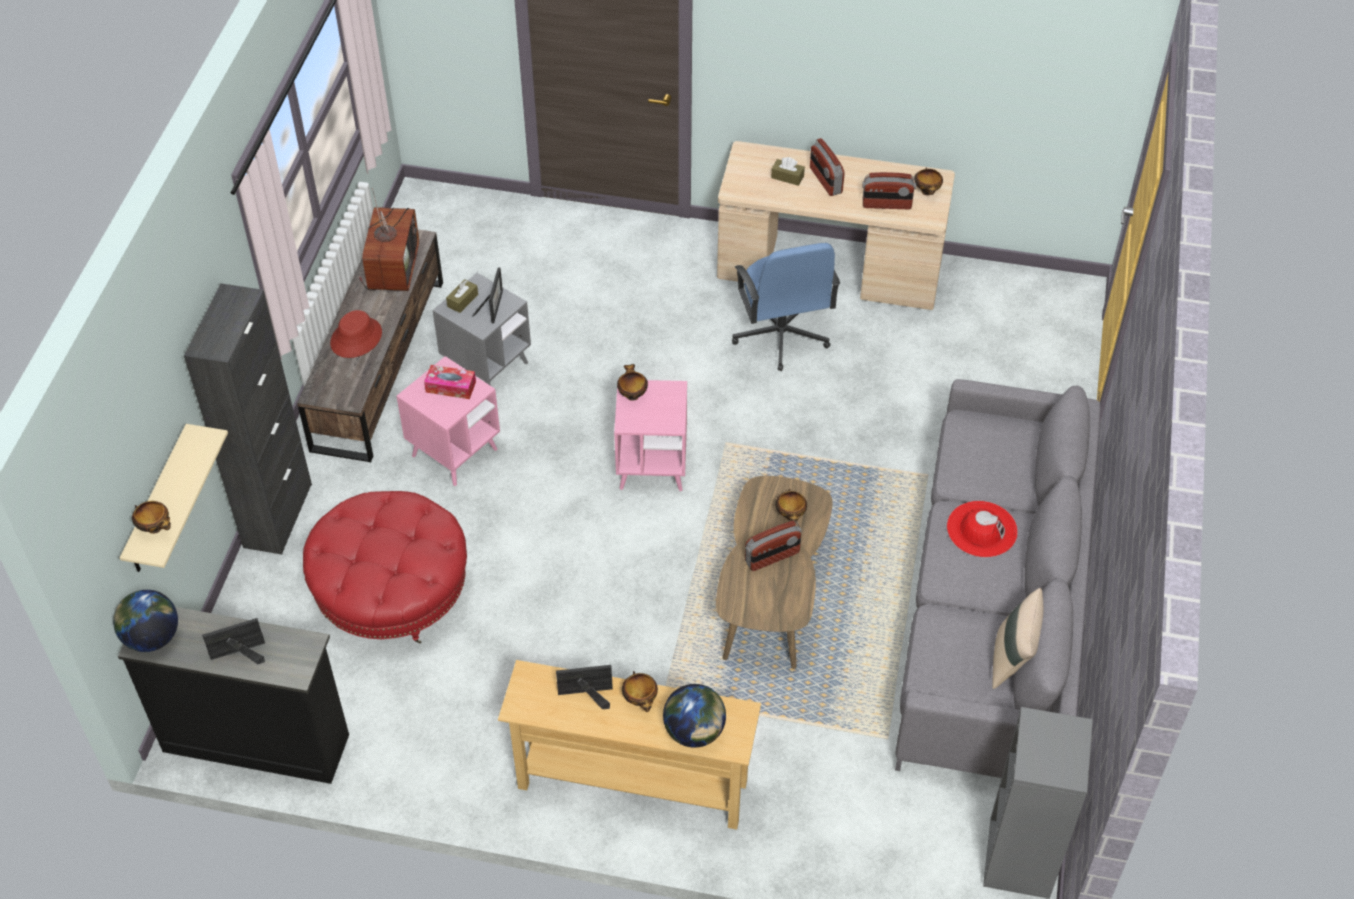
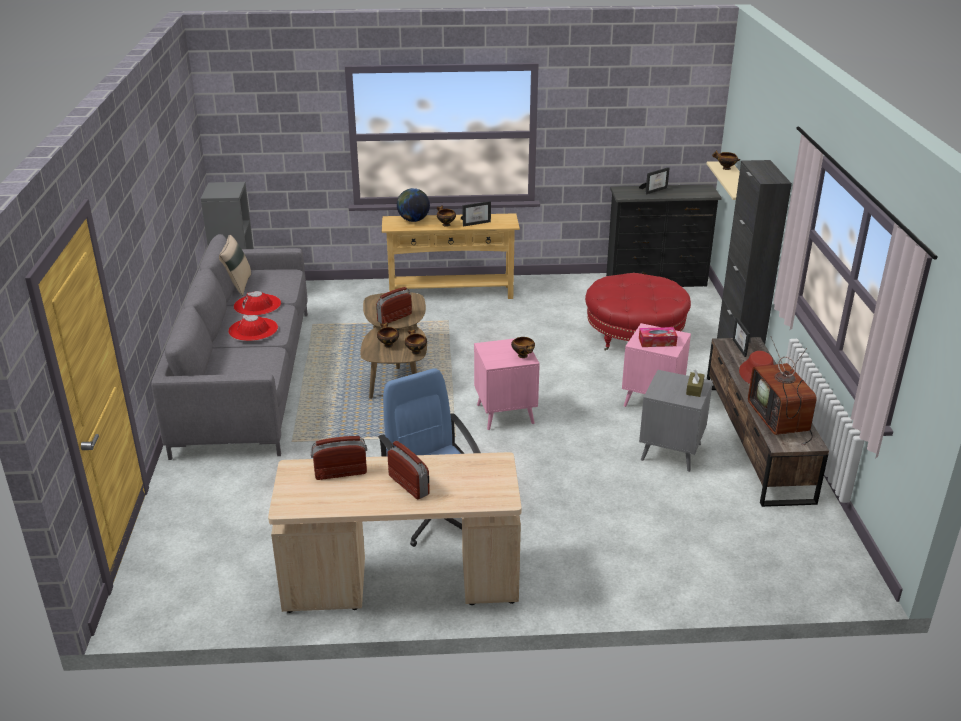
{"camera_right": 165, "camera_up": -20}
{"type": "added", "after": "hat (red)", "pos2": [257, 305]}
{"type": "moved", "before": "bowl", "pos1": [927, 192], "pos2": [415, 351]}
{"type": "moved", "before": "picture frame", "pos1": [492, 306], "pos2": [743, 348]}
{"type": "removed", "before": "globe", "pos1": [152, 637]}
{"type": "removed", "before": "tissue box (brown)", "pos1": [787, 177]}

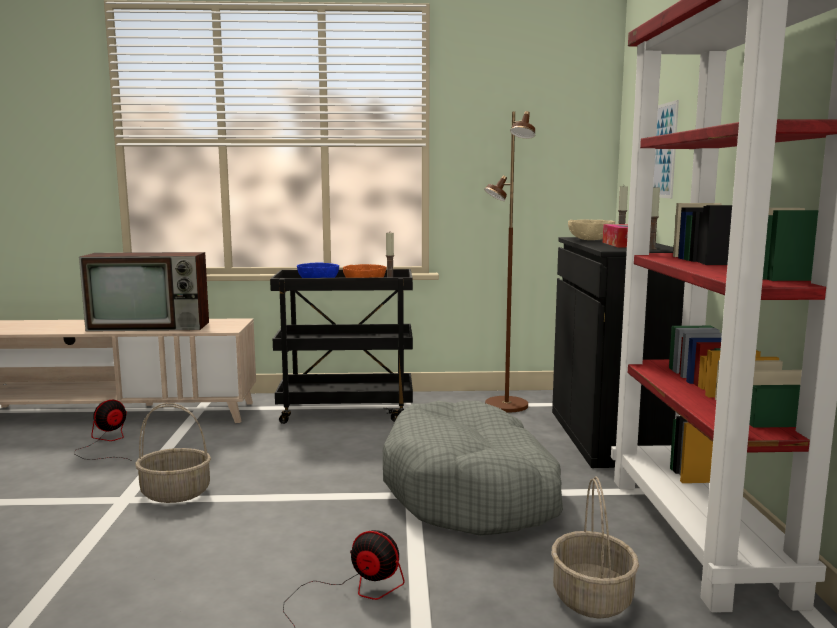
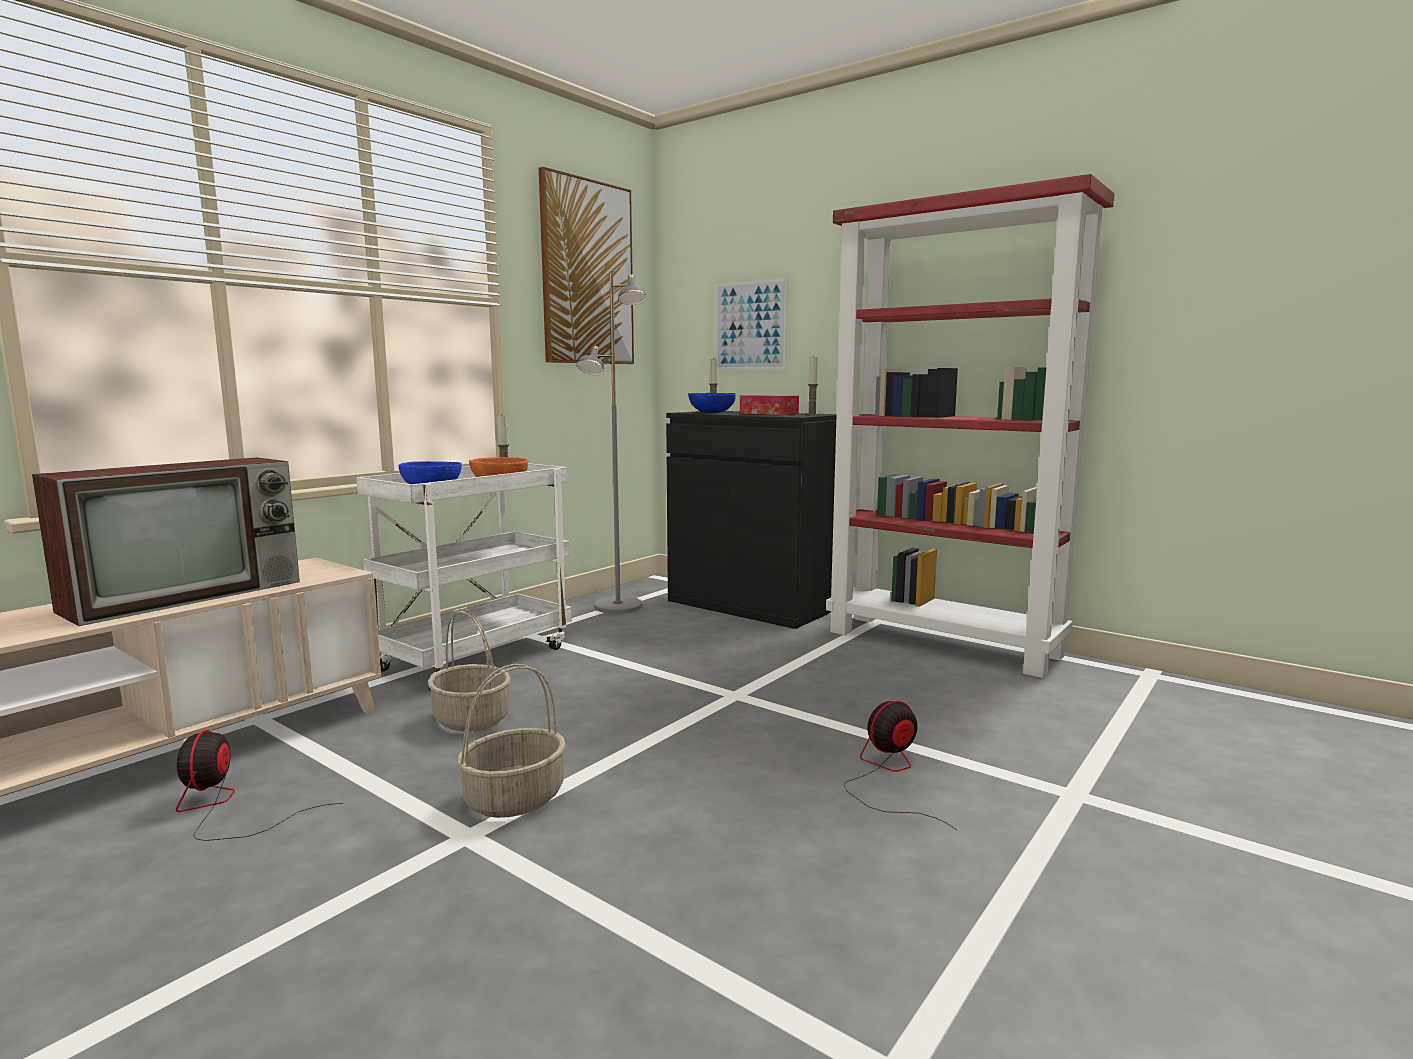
{"camera_right": -50, "camera_up": 0}
{"type": "recoloured", "before": "cart (black)", "after": "cart (white)", "pos1": [347, 411], "pos2": [477, 657]}
{"type": "moved", "before": "basket", "pos1": [593, 598], "pos2": [472, 719]}
{"type": "added", "after": "picture", "pos2": [587, 273]}
{"type": "recoloured", "before": "floor lamp (brown)", "after": "floor lamp (grey)", "pos1": [506, 405], "pos2": [618, 607]}
{"type": "recoloured", "before": "bowl (beige)", "after": "bowl (blue)", "pos1": [590, 239], "pos2": [711, 412]}
{"type": "removed", "before": "dog bed (grey)", "pos1": [472, 491]}

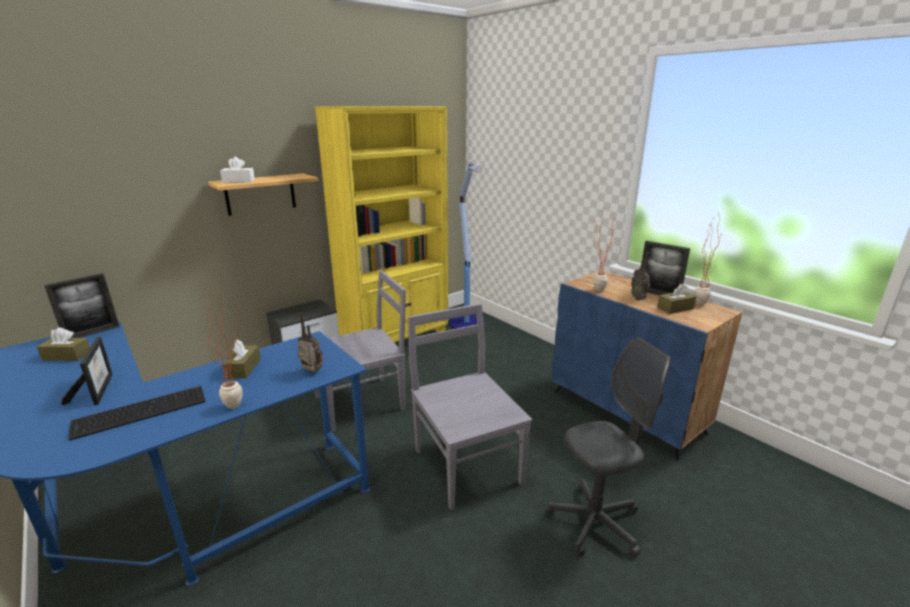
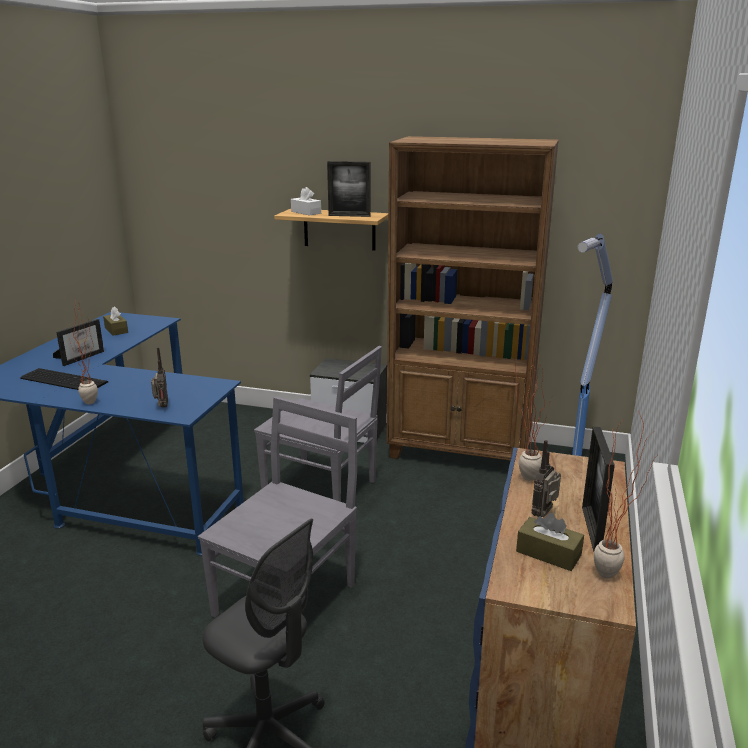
{"camera_right": 55, "camera_up": 0}
{"type": "moved", "before": "picture frame", "pos1": [92, 333], "pos2": [349, 215]}
{"type": "recoloured", "before": "bookcase (yellow)", "after": "bookcase (brown)", "pos1": [396, 340], "pos2": [460, 452]}
{"type": "removed", "before": "tissue box (brown)", "pos1": [243, 368]}

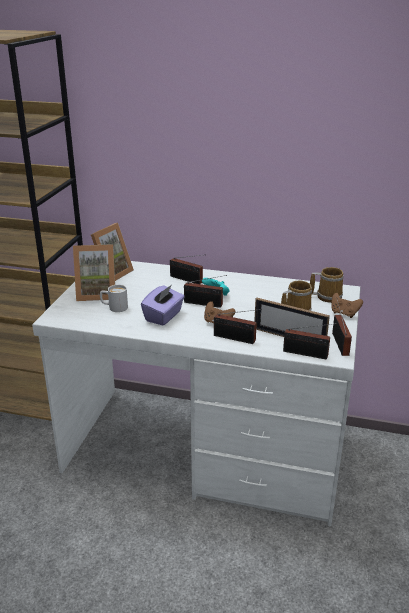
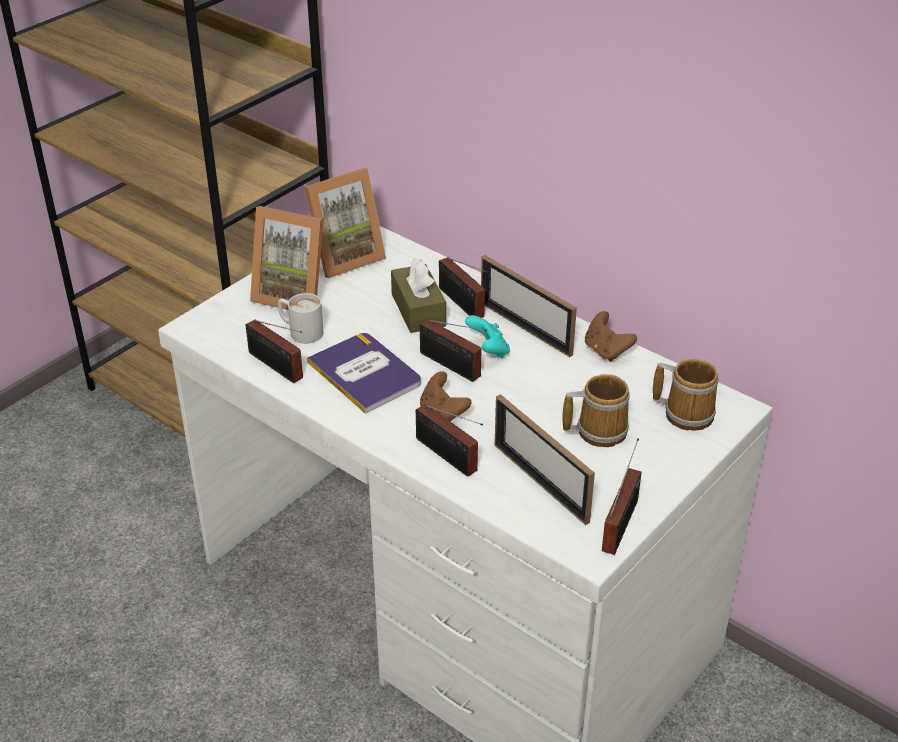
{"camera_right": 25, "camera_up": 10}
{"type": "moved", "before": "radio", "pos1": [308, 354], "pos2": [277, 367]}
{"type": "replaced", "before": "tissue box (purple)", "after": "book", "pos1": [163, 316], "pos2": [365, 373]}
{"type": "added", "after": "tissue box (brown)", "pos2": [418, 310]}
{"type": "added", "after": "picture frame", "pos2": [525, 328]}
{"type": "moved", "before": "game controller (brown)", "pos1": [344, 313], "pos2": [606, 351]}

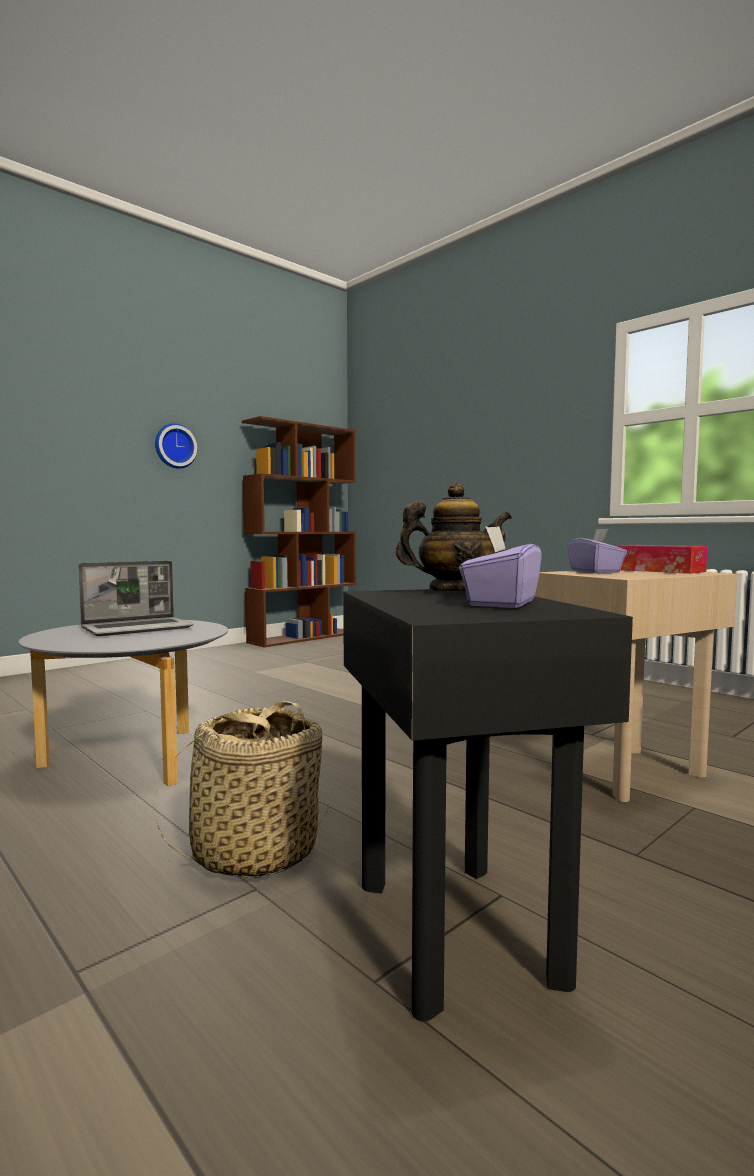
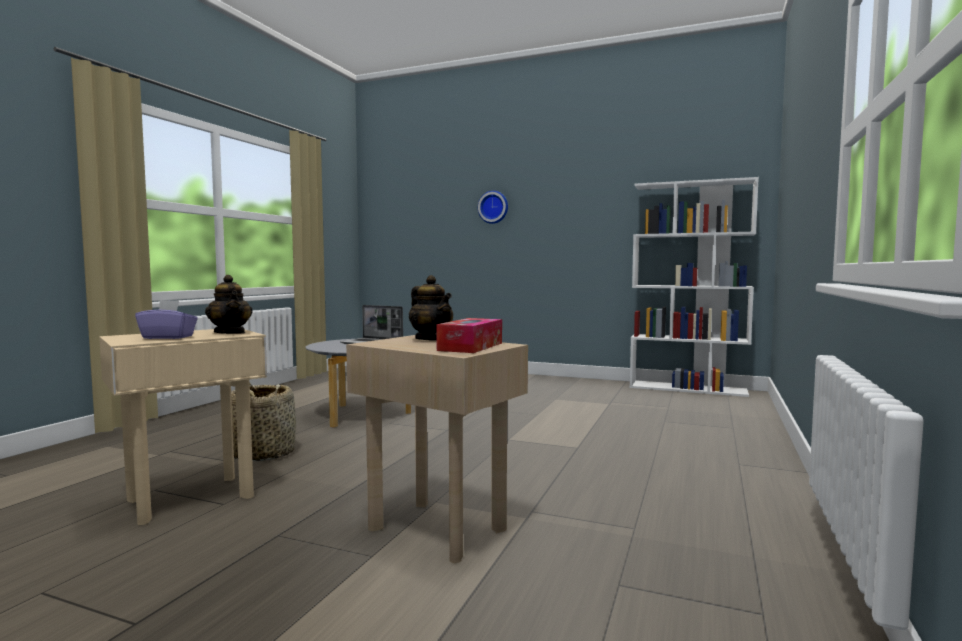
{"camera_right": 65, "camera_up": 0}
{"type": "recoloured", "before": "side table (black)", "after": "side table (beige)", "pos1": [458, 929], "pos2": [191, 498]}
{"type": "replaced", "before": "tissue box (purple)", "after": "teapot", "pos1": [595, 572], "pos2": [431, 339]}
{"type": "moved", "before": "wall clock", "pos1": [174, 446], "pos2": [493, 207]}
{"type": "recoloured", "before": "bookcase (brown)", "after": "bookcase (white)", "pos1": [303, 637], "pos2": [688, 389]}

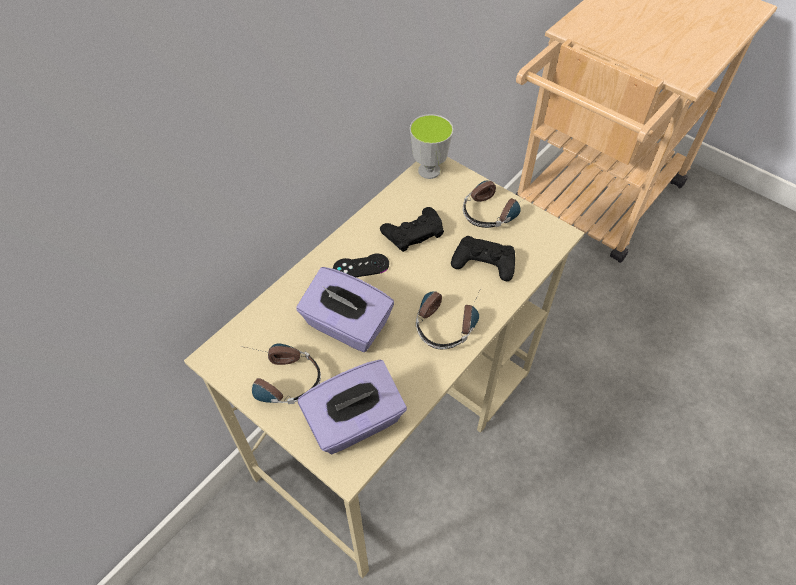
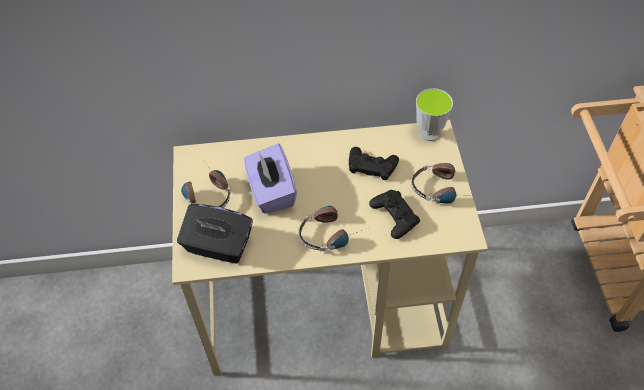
{"camera_right": 45, "camera_up": 0}
{"type": "recoloured", "before": "tissue box (purple)", "after": "tissue box (black)", "pos1": [355, 422], "pos2": [218, 246]}
{"type": "removed", "before": "game controller (black)", "pos1": [361, 266]}

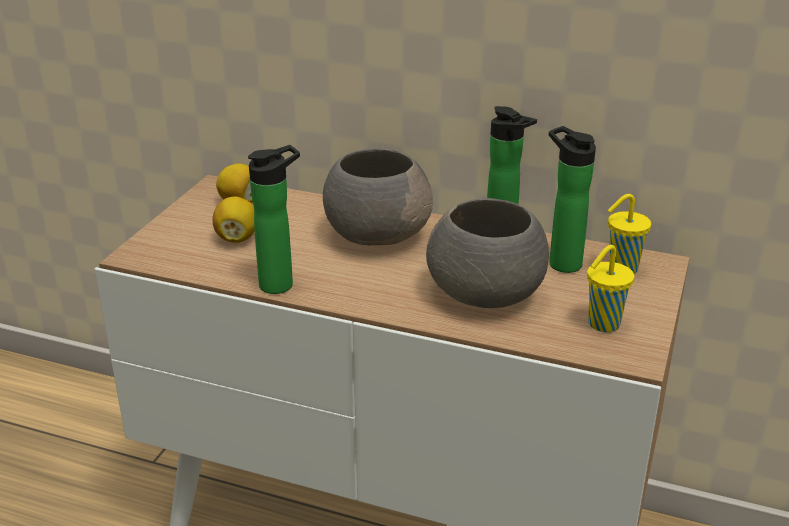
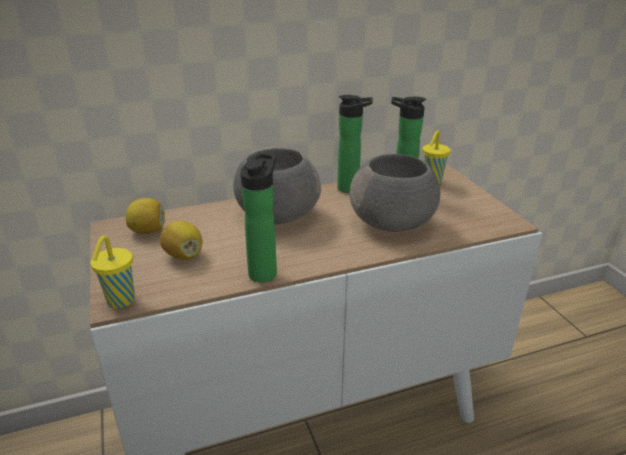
{"camera_right": -40, "camera_up": 0}
{"type": "moved", "before": "cup (yellow)", "pos1": [602, 324], "pos2": [120, 301]}

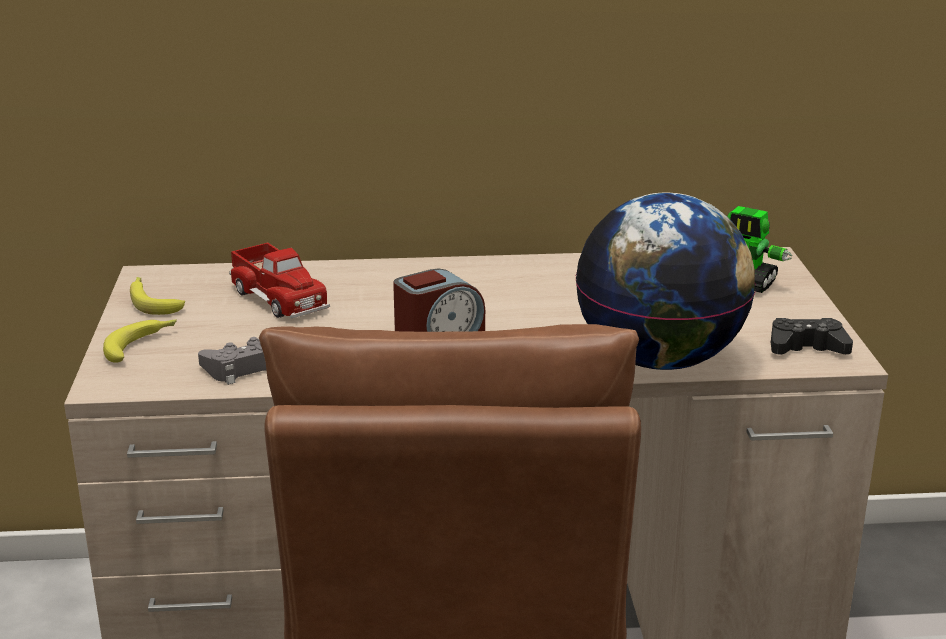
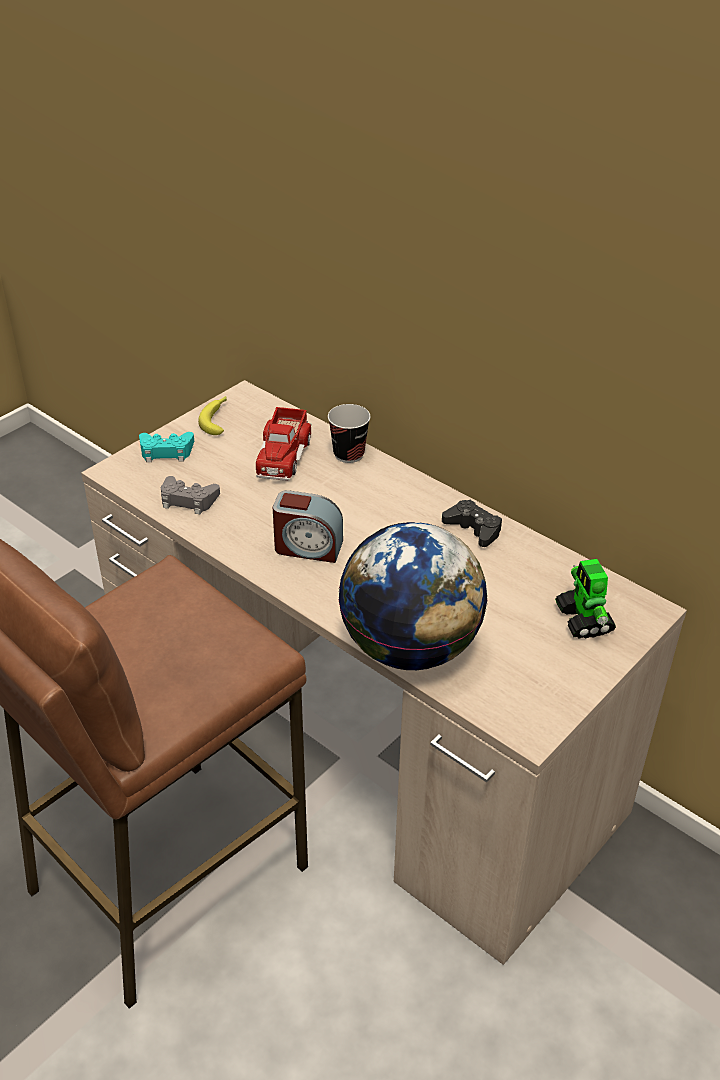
{"camera_right": 45, "camera_up": 15}
{"type": "replaced", "before": "banana", "after": "game controller (turquoise)", "pos1": [142, 345], "pos2": [166, 451]}
{"type": "added", "after": "cup", "pos2": [348, 454]}
{"type": "moved", "before": "game controller (black)", "pos1": [806, 347], "pos2": [473, 529]}

